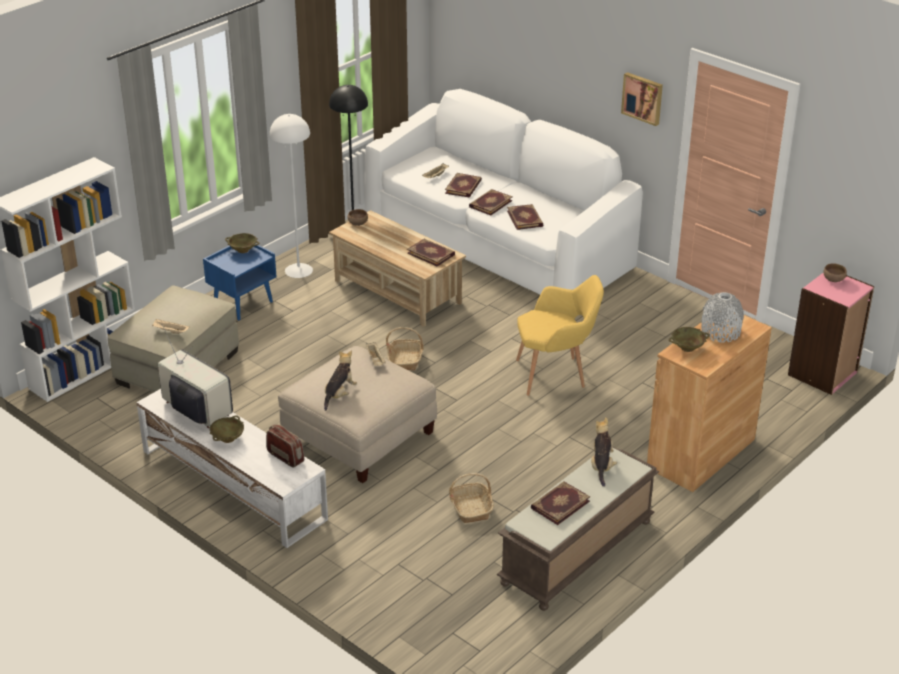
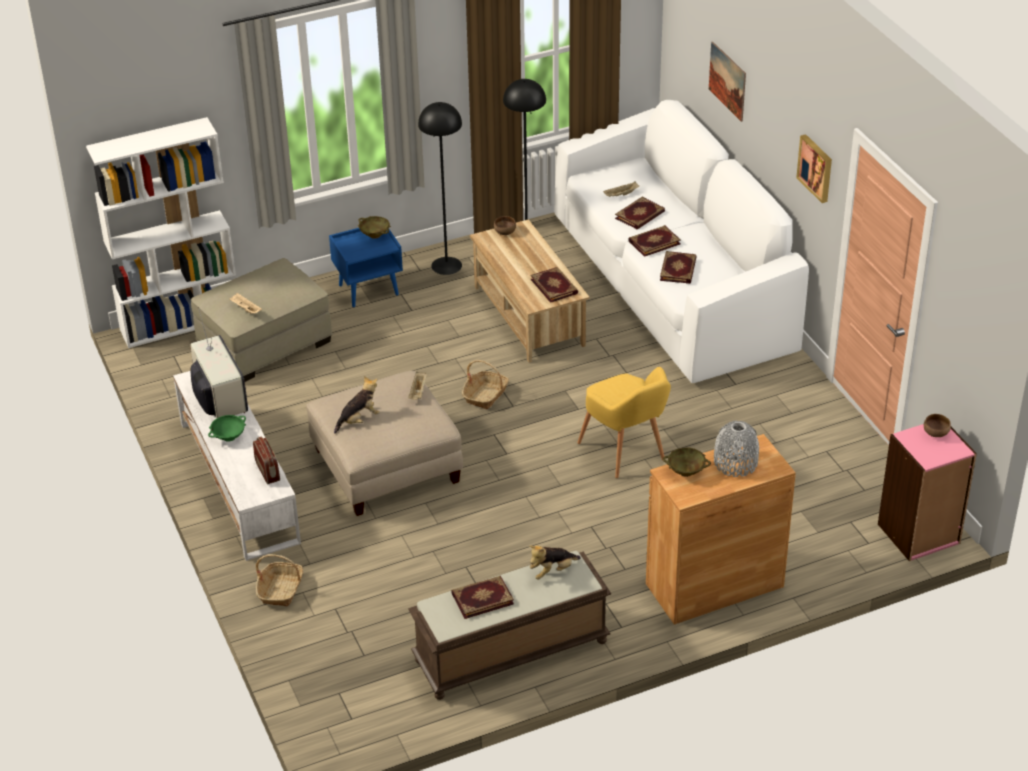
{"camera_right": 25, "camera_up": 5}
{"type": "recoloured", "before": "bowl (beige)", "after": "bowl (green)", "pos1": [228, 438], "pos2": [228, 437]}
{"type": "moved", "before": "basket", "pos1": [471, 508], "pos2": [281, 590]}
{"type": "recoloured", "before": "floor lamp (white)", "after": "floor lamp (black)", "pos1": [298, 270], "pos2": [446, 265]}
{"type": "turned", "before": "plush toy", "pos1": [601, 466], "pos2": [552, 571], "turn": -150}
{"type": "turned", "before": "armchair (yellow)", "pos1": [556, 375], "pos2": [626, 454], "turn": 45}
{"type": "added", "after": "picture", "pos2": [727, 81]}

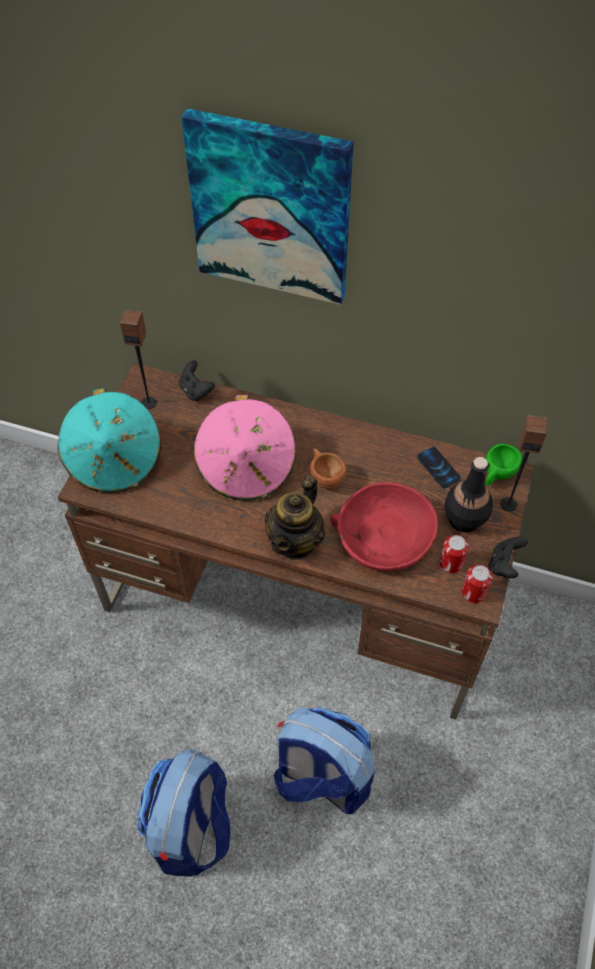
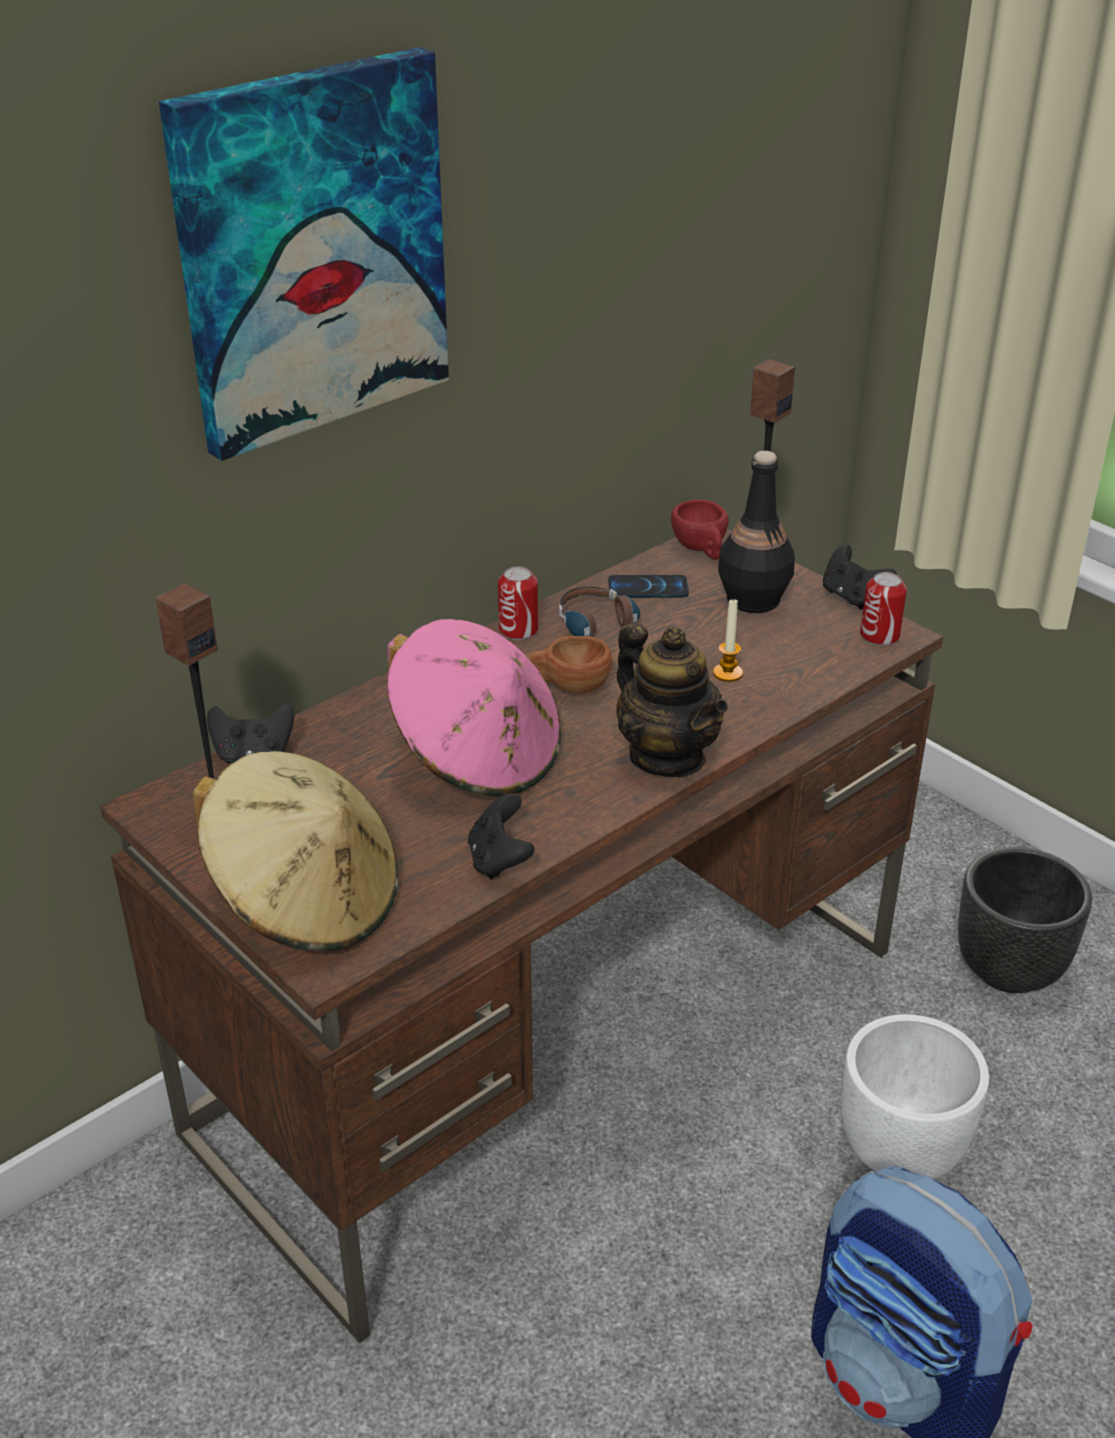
{"camera_right": -60, "camera_up": -20}
{"type": "recoloured", "before": "hat (turquoise)", "after": "hat (beige)", "pos1": [115, 460], "pos2": [306, 901]}
{"type": "added", "after": "game controller (black)", "pos2": [499, 860]}
{"type": "moved", "before": "can", "pos1": [451, 563], "pos2": [518, 630]}
{"type": "added", "after": "headphones", "pos2": [602, 630]}
{"type": "recoloured", "before": "cup (green)", "after": "cup (red)", "pos1": [497, 474], "pos2": [702, 550]}
{"type": "replaced", "before": "bowl (red)", "after": "candle", "pos1": [384, 537], "pos2": [727, 673]}
{"type": "replaced", "before": "backpack", "after": "planter (white)", "pos1": [321, 778], "pos2": [900, 1152]}
{"type": "added", "after": "planter (black)", "pos2": [1007, 969]}

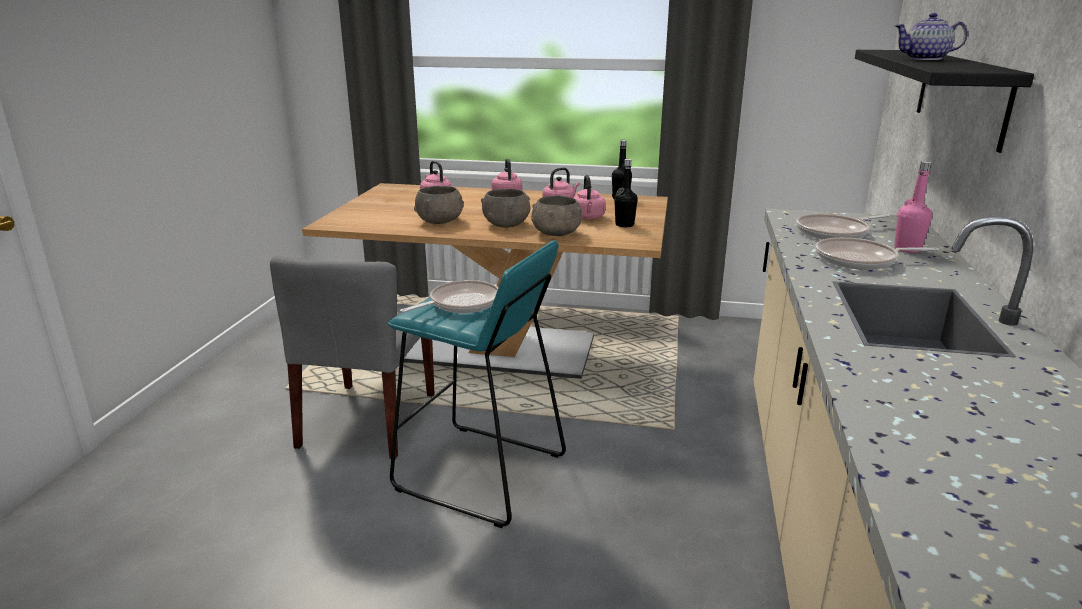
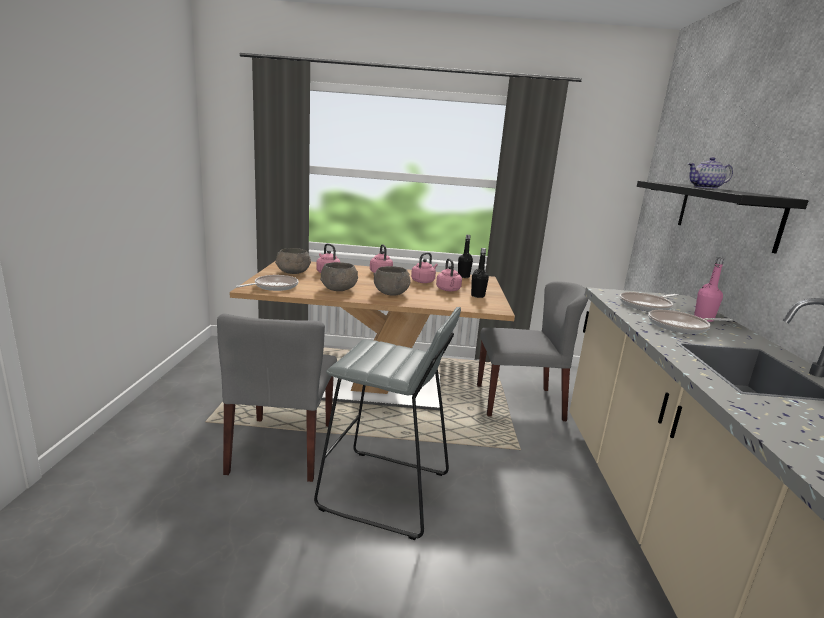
{"camera_right": -10, "camera_up": -5}
{"type": "moved", "before": "frying pan", "pos1": [461, 304], "pos2": [273, 287]}
{"type": "moved", "before": "bowl (grey)", "pos1": [556, 233], "pos2": [293, 272]}
{"type": "recoloured", "before": "stool (turquoise)", "after": "stool (grey)", "pos1": [481, 474], "pos2": [385, 492]}
{"type": "added", "after": "chair (grey)", "pos2": [520, 402]}

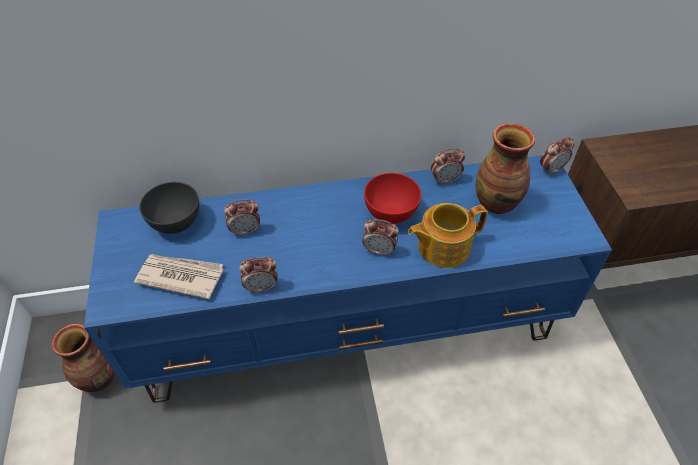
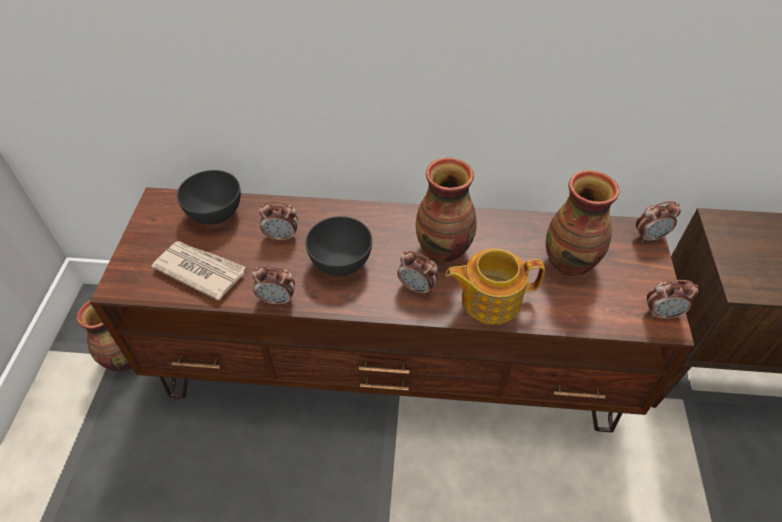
{"camera_right": 15, "camera_up": 0}
{"type": "recoloured", "before": "tv stand (blue)", "after": "tv stand (brown)", "pos1": [350, 325], "pos2": [392, 365]}
{"type": "added", "after": "bowl (grey)", "pos2": [340, 262]}
{"type": "replaced", "before": "bowl (red)", "after": "vase", "pos1": [391, 213], "pos2": [444, 249]}
{"type": "moved", "before": "alarm clock", "pos1": [445, 180], "pos2": [661, 314]}

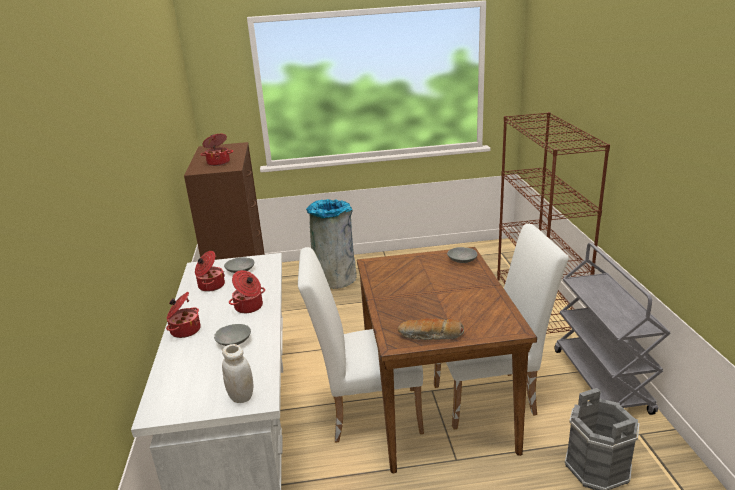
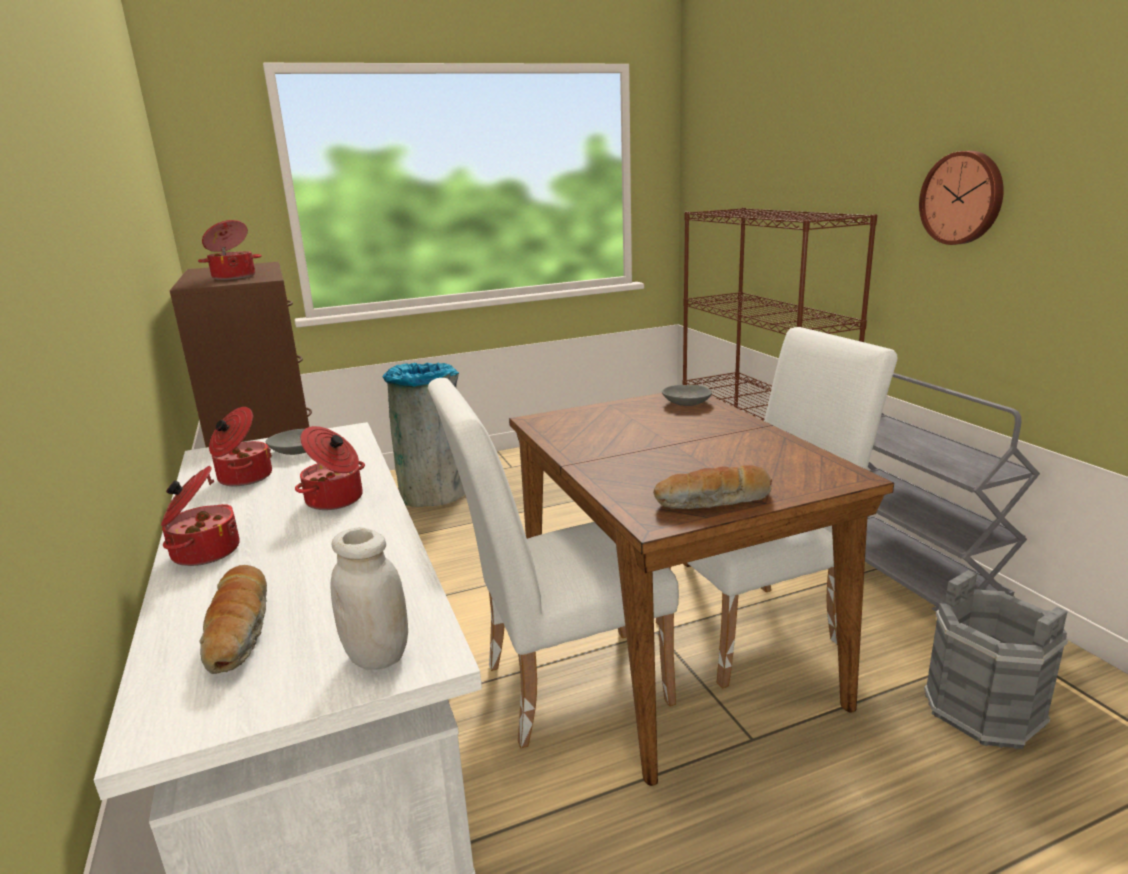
{"camera_right": -15, "camera_up": -5}
{"type": "added", "after": "bread", "pos2": [241, 631]}
{"type": "added", "after": "wall clock", "pos2": [963, 198]}
{"type": "removed", "before": "bowl (grey)", "pos1": [233, 341]}

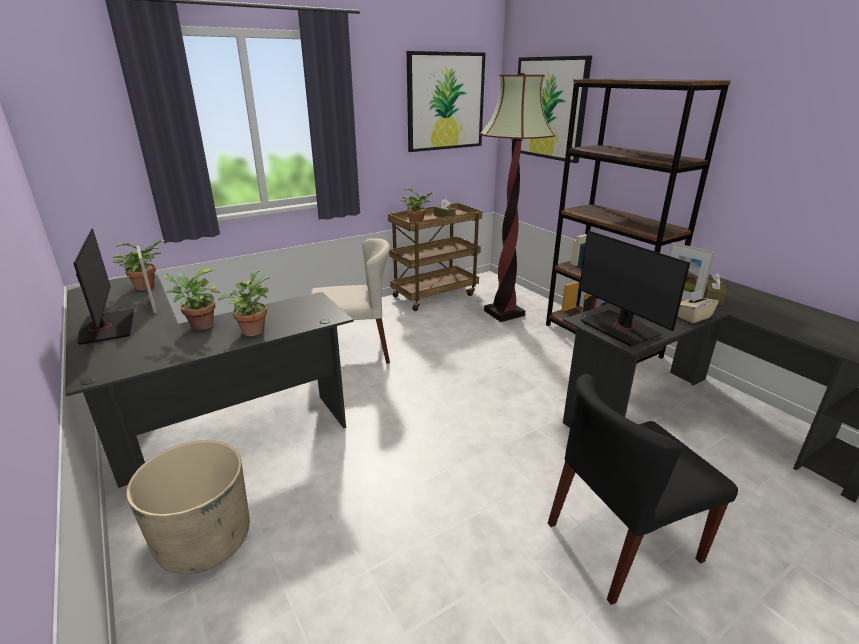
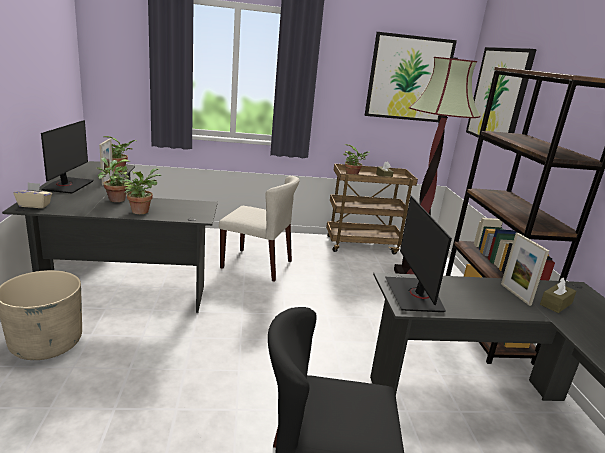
{"camera_right": 25, "camera_up": -5}
{"type": "moved", "before": "tissue box (beige)", "pos1": [693, 317], "pos2": [34, 205]}

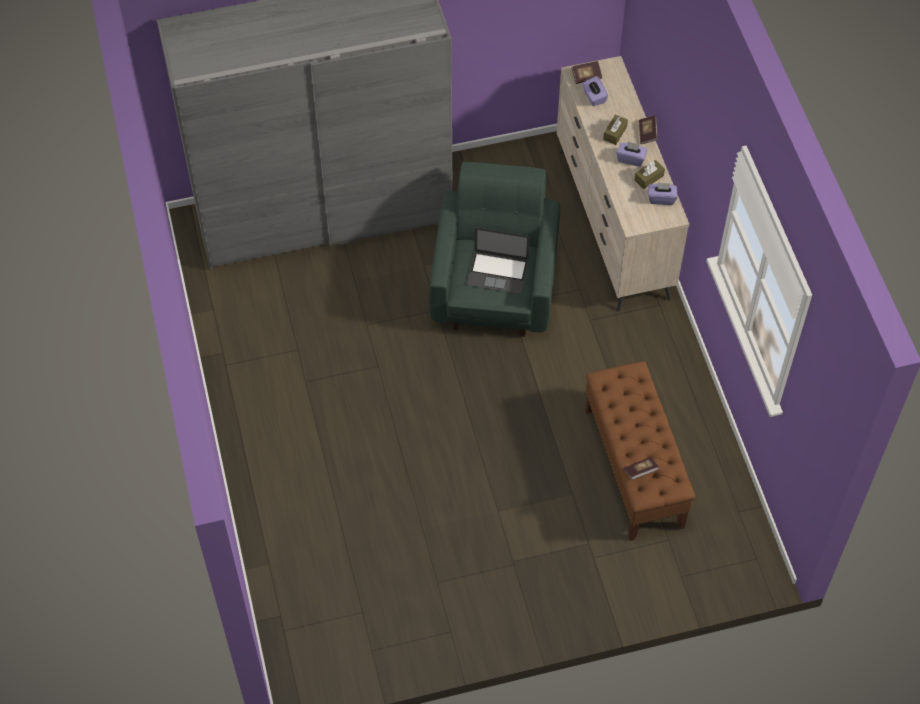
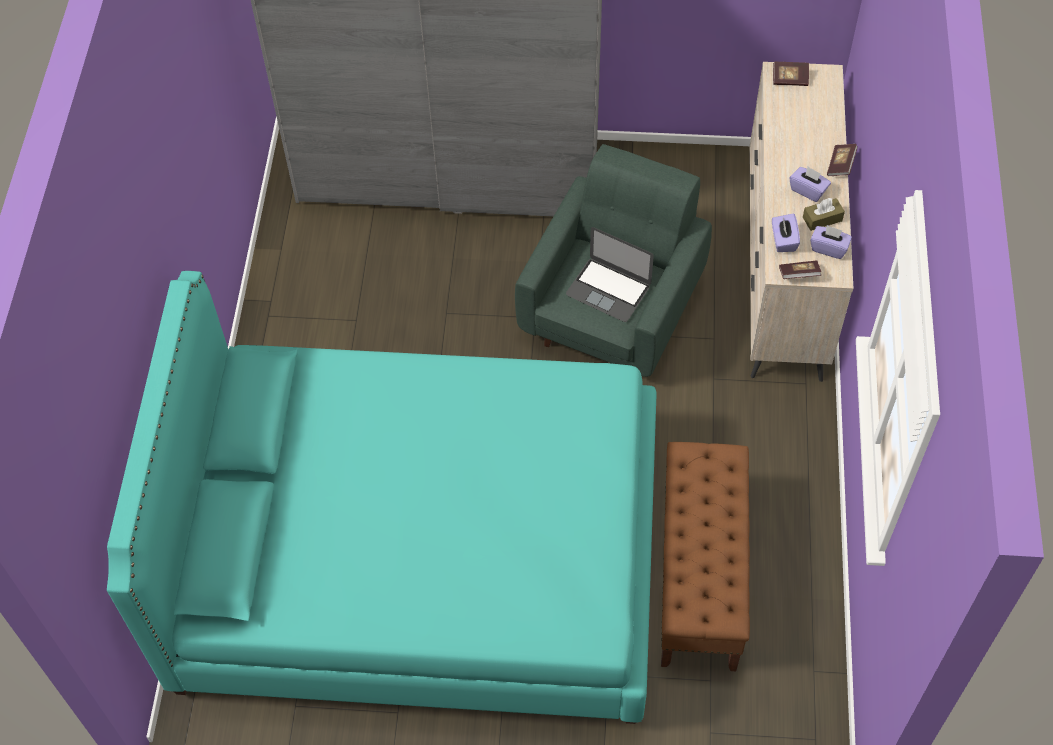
{"camera_right": 20, "camera_up": 0}
{"type": "added", "after": "bed (turquoise)", "pos2": [421, 559]}
{"type": "moved", "before": "tissue box (purple)", "pos1": [594, 97], "pos2": [783, 240]}
{"type": "moved", "before": "book", "pos1": [640, 471], "pos2": [799, 275]}
{"type": "removed", "before": "tissue box (brown)", "pos1": [615, 133]}

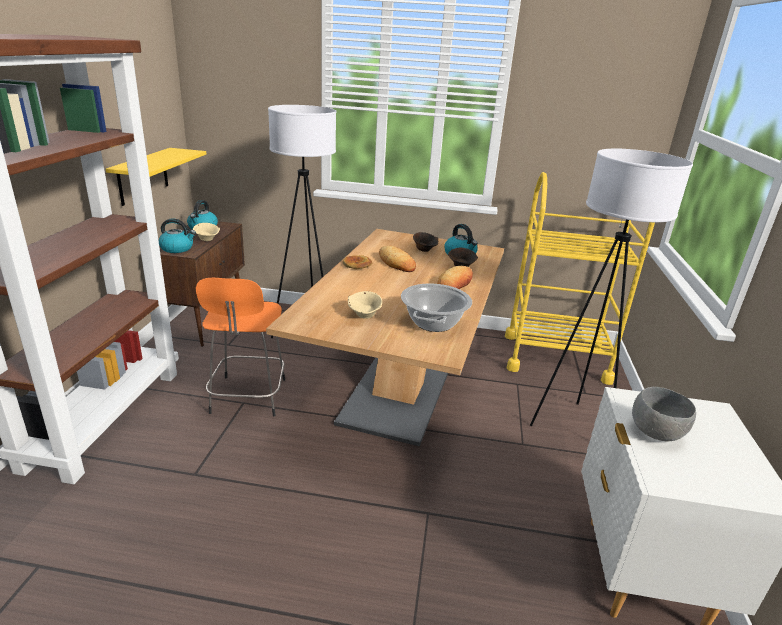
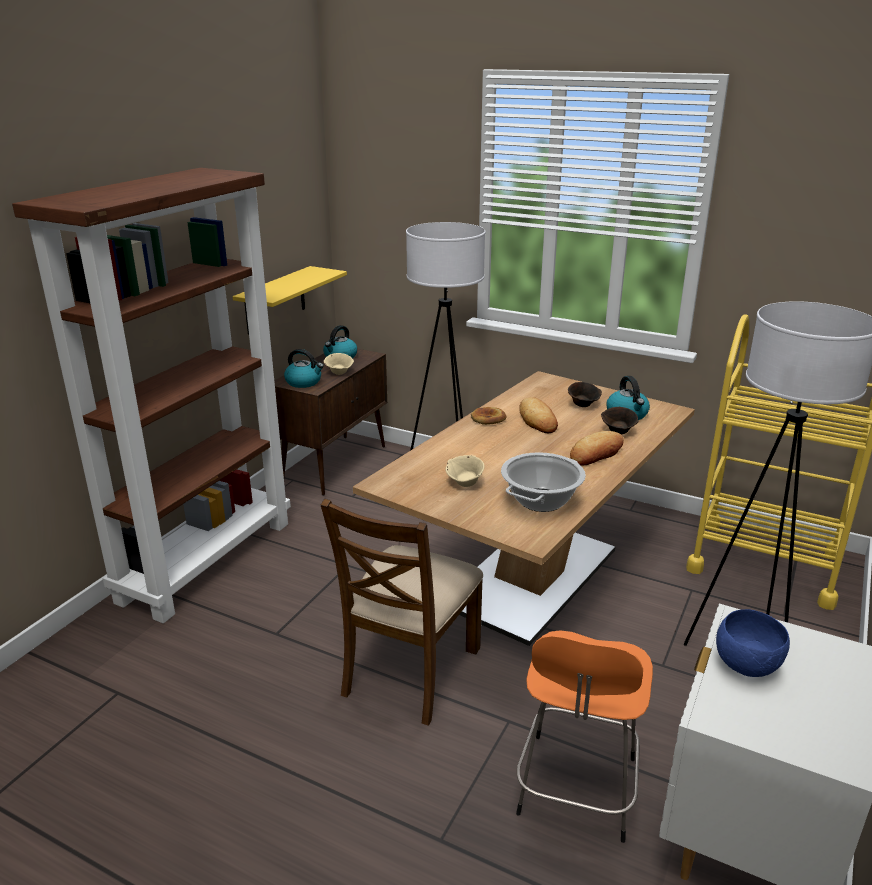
{"camera_right": 20, "camera_up": 0}
{"type": "added", "after": "chair (brown)", "pos2": [409, 671]}
{"type": "moved", "before": "stool (orange)", "pos1": [248, 397], "pos2": [576, 790]}
{"type": "recoloured", "before": "bowl (grey)", "after": "bowl (blue)", "pos1": [657, 432], "pos2": [748, 665]}

